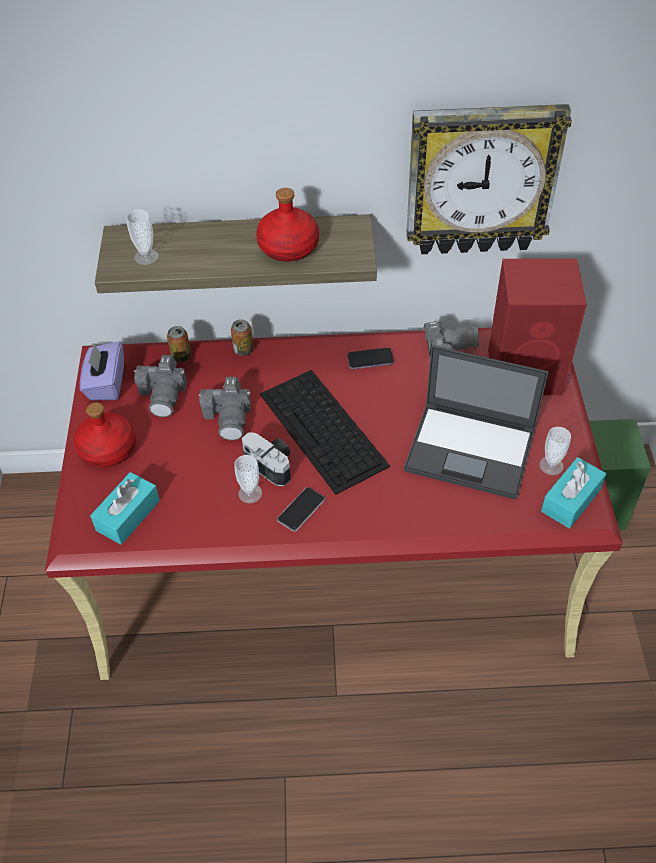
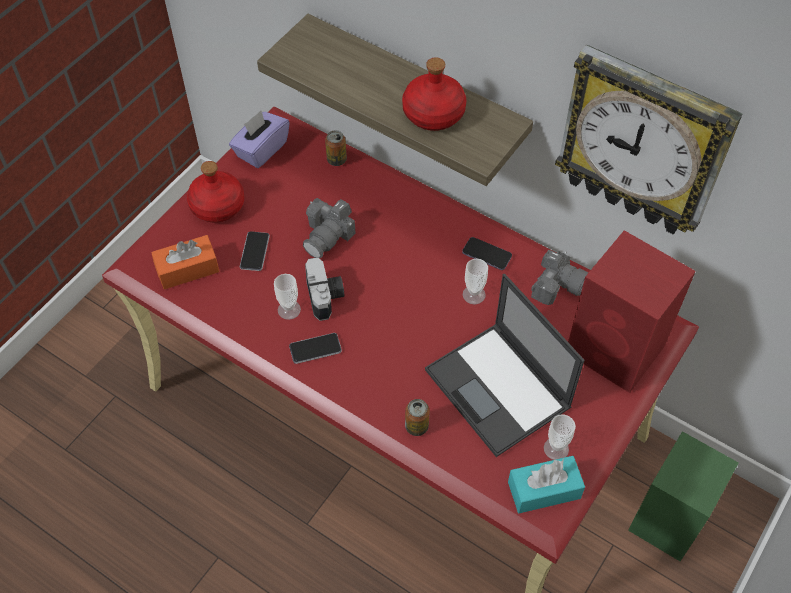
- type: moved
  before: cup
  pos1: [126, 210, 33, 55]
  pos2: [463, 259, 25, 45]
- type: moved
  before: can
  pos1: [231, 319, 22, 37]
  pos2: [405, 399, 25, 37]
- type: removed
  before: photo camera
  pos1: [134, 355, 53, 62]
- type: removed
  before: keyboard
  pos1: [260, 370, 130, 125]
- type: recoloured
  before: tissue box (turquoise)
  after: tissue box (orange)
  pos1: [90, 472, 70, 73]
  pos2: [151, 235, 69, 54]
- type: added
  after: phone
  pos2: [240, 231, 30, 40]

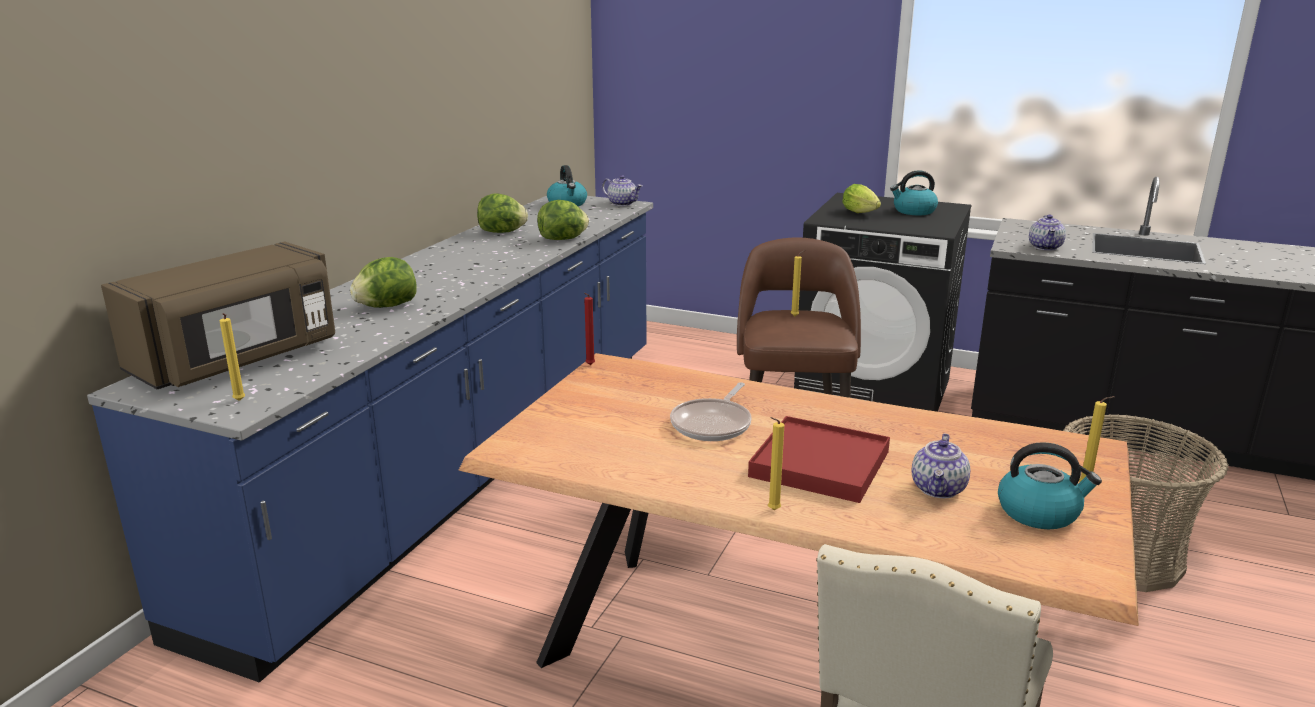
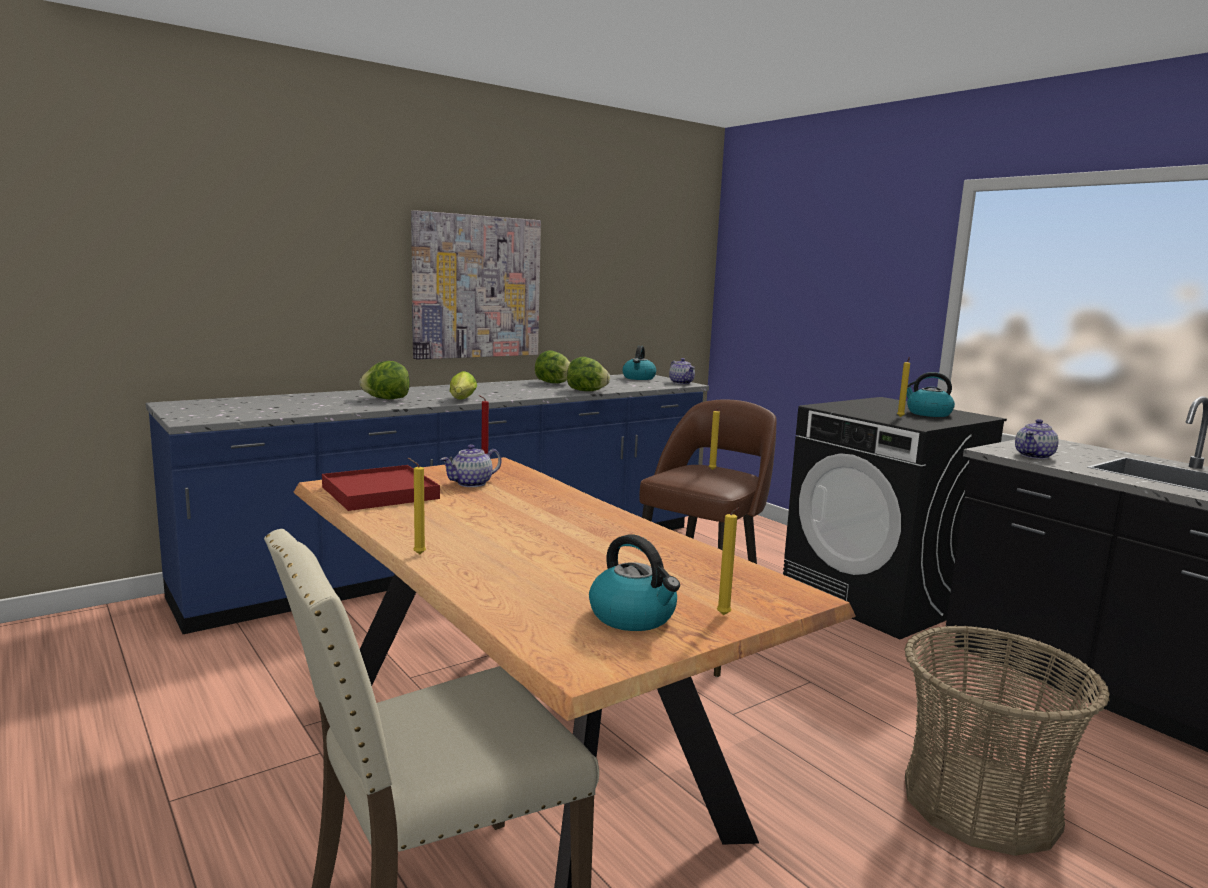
- type: moved
  before: lettuce
  pos1: [842, 184, 39, 29]
  pos2: [450, 371, 27, 28]
- type: removed
  before: microwave (brown)
  pos1: [101, 242, 234, 147]
- type: moved
  before: candle (yellow)
  pos1: [220, 313, 25, 88]
  pos2: [897, 357, 13, 60]
- type: removed
  before: frying pan
  pos1: [670, 382, 82, 59]
- type: moved
  before: tray (red)
  pos1: [748, 416, 142, 87]
  pos2: [322, 465, 118, 46]
- type: moved
  before: teapot
  pos1: [912, 434, 58, 64]
  pos2: [441, 444, 61, 43]
- type: added
  after: picture
  pos2: [411, 210, 130, 149]

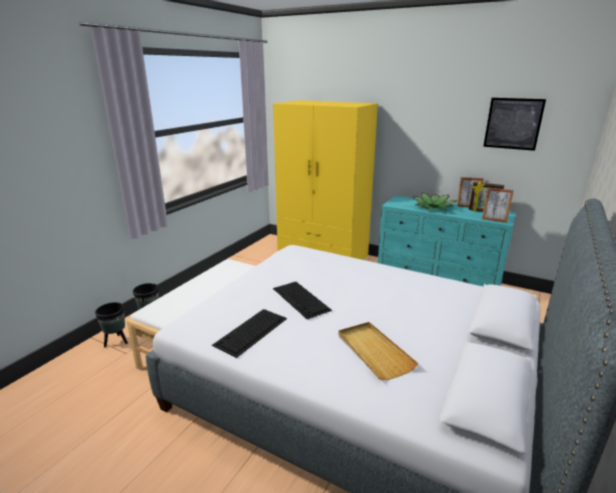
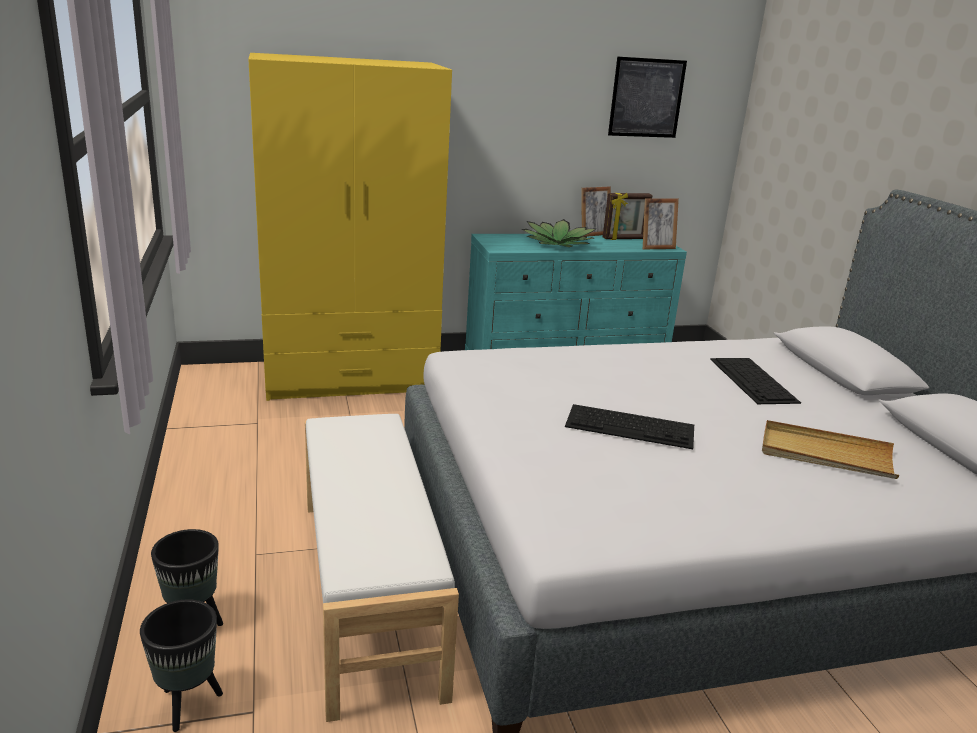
- type: moved
  before: keyboard
  pos1: [212, 309, 75, 49]
  pos2: [710, 358, 91, 46]

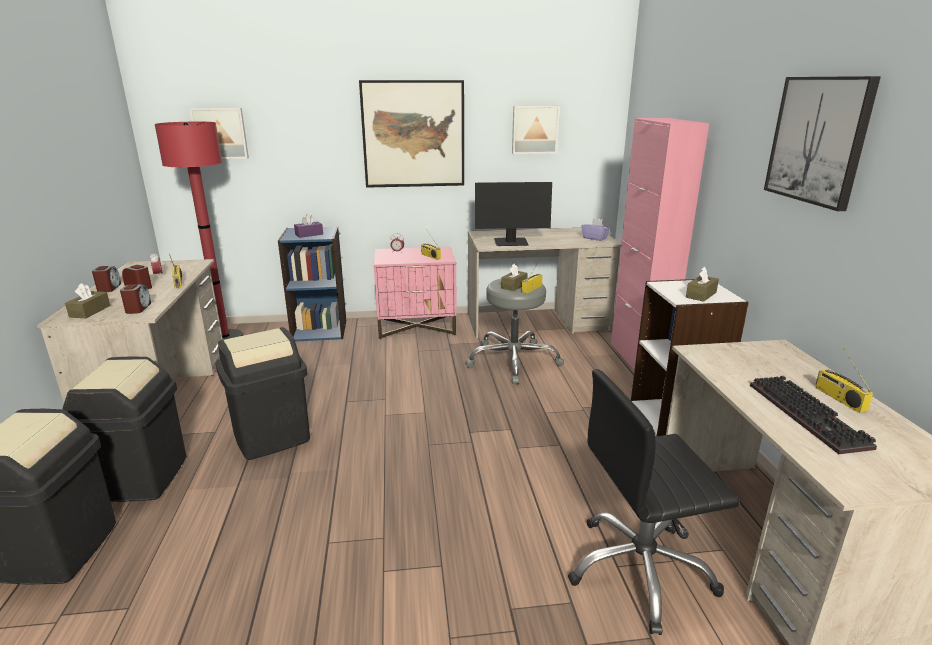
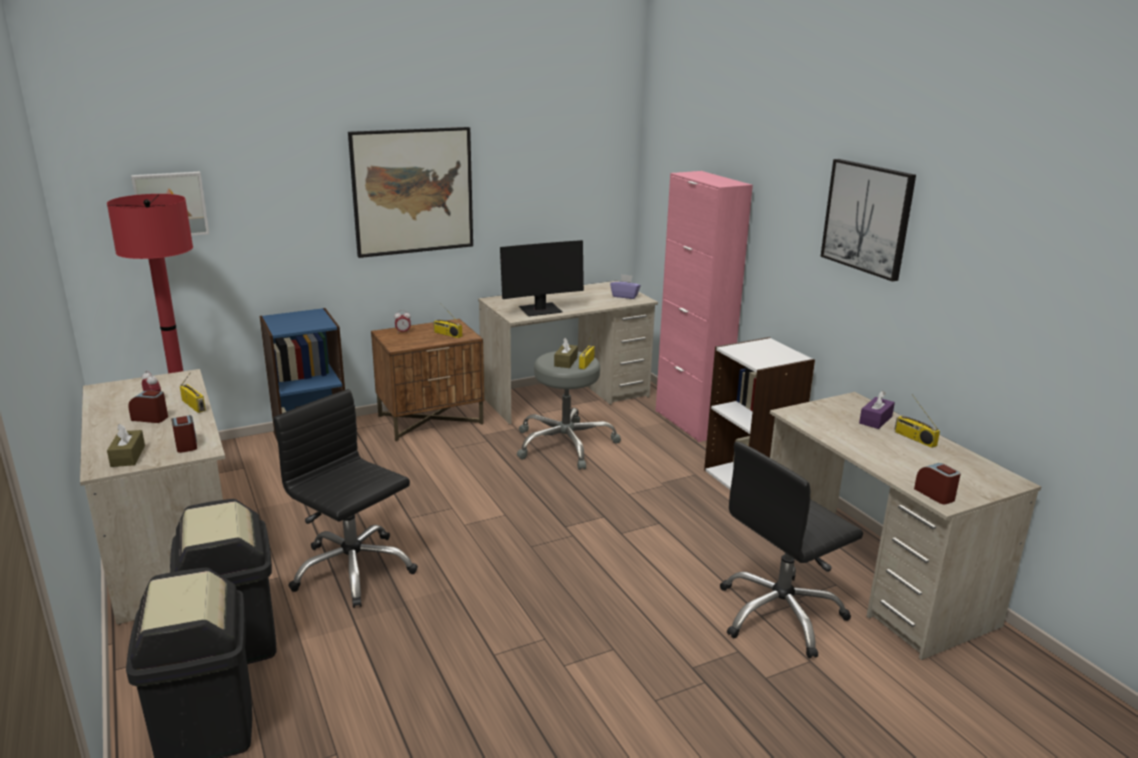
- type: removed
  before: picture
  pos1: [512, 106, 48, 48]
- type: moved
  before: tissue box (purple)
  pos1: [294, 214, 29, 24]
  pos2: [859, 391, 36, 38]
- type: recoloured
  before: nightstand (pink)
  after: nightstand (brown)
  pos1: [374, 247, 83, 93]
  pos2: [371, 319, 113, 122]
- type: moved
  before: alarm clock
  pos1: [92, 266, 29, 26]
  pos2: [914, 463, 47, 41]
- type: removed
  before: tissue box (brown)
  pos1: [686, 266, 33, 36]
- type: replaced
  before: trash can (black)
  after: office chair (black)
  pos1: [215, 327, 95, 133]
  pos2: [273, 389, 145, 219]
- type: removed
  before: keyboard
  pos1: [750, 376, 127, 78]

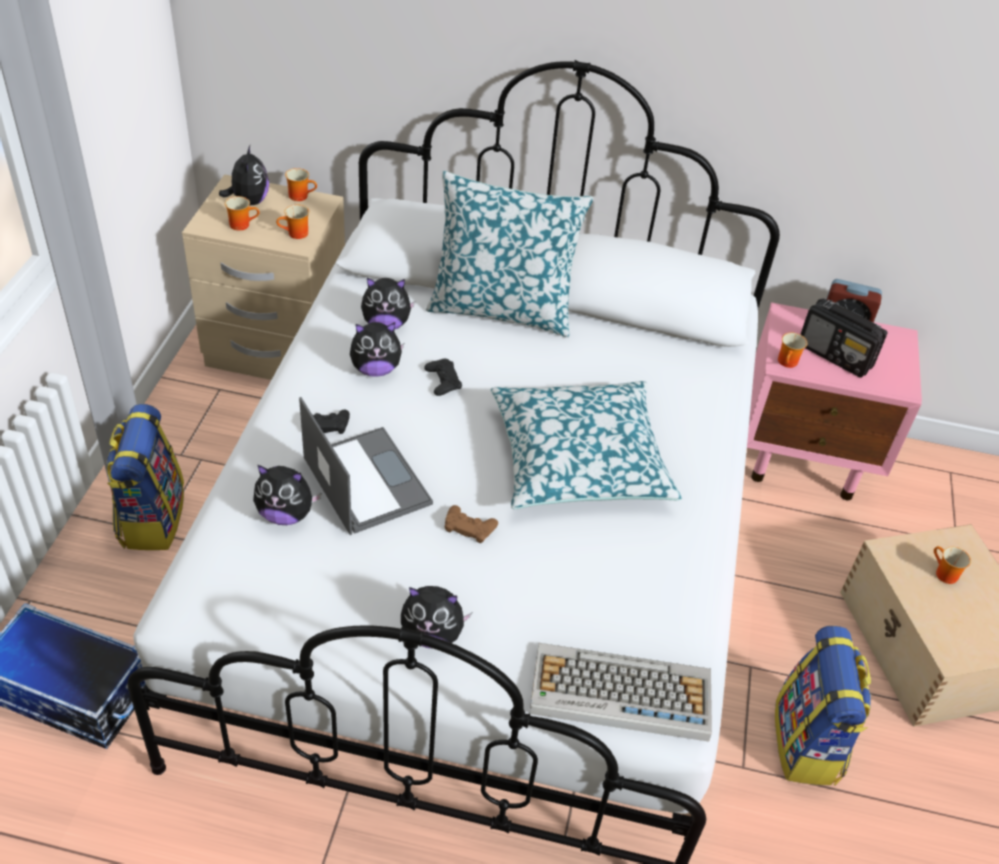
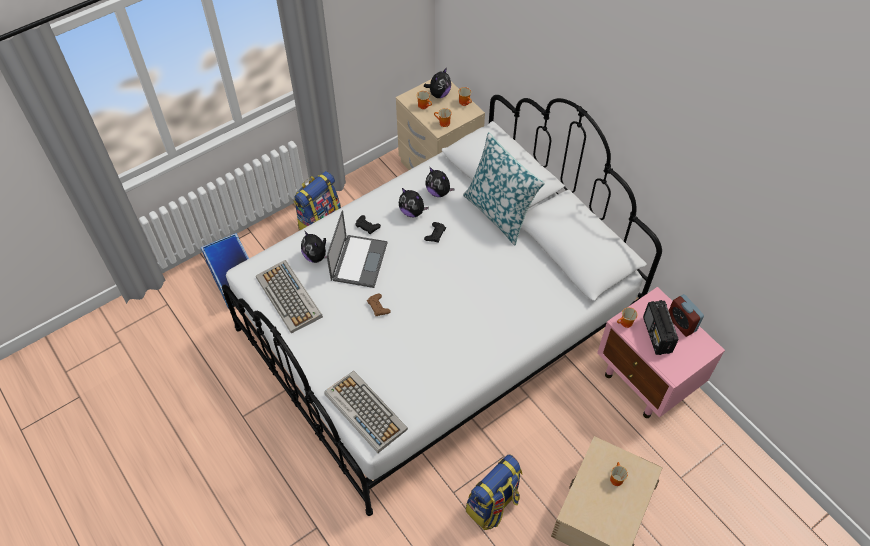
- type: removed
  before: pillow
  pos1: [491, 381, 191, 128]
- type: removed
  before: plush toy
  pos1: [401, 586, 71, 62]
- type: added
  after: keyboard
  pos2: [256, 260, 67, 73]

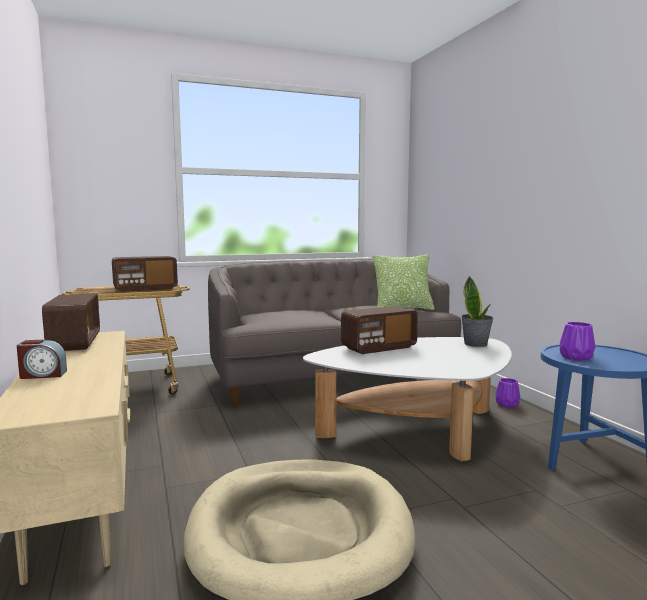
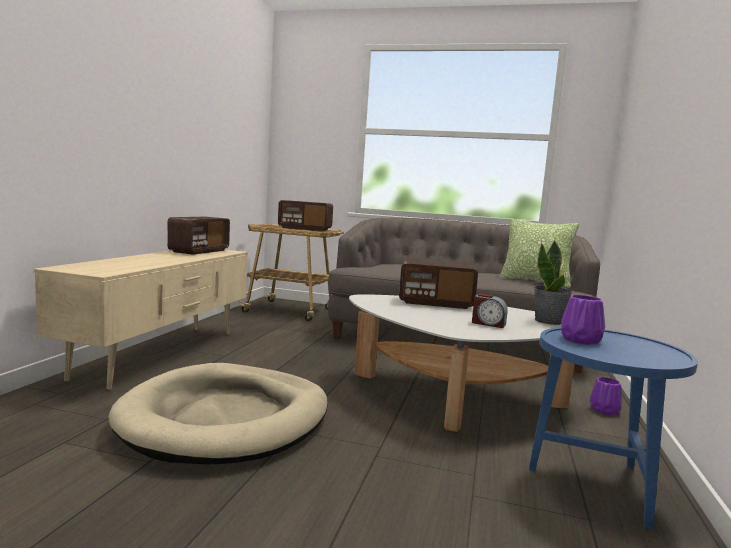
- type: moved
  before: alarm clock
  pos1: [17, 340, 50, 39]
  pos2: [472, 293, 36, 35]

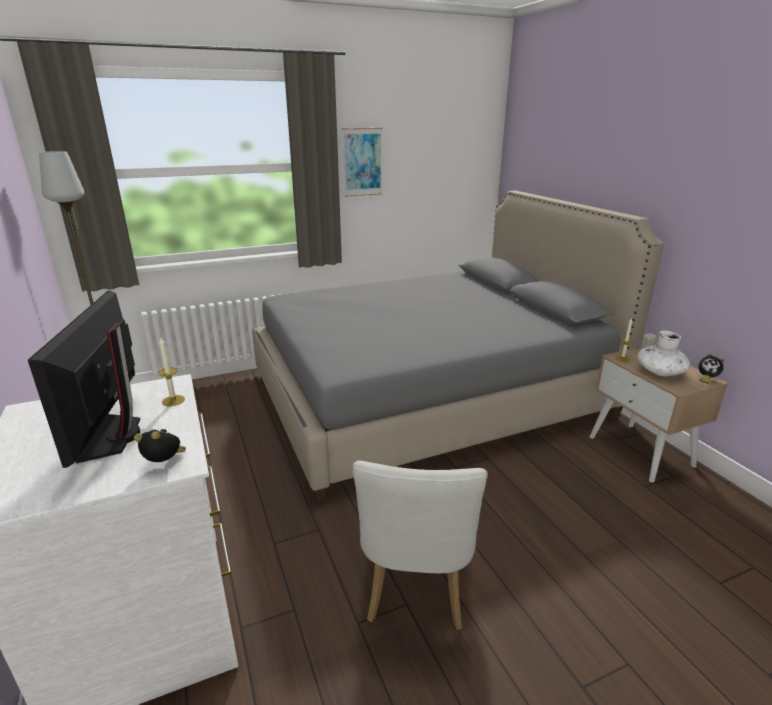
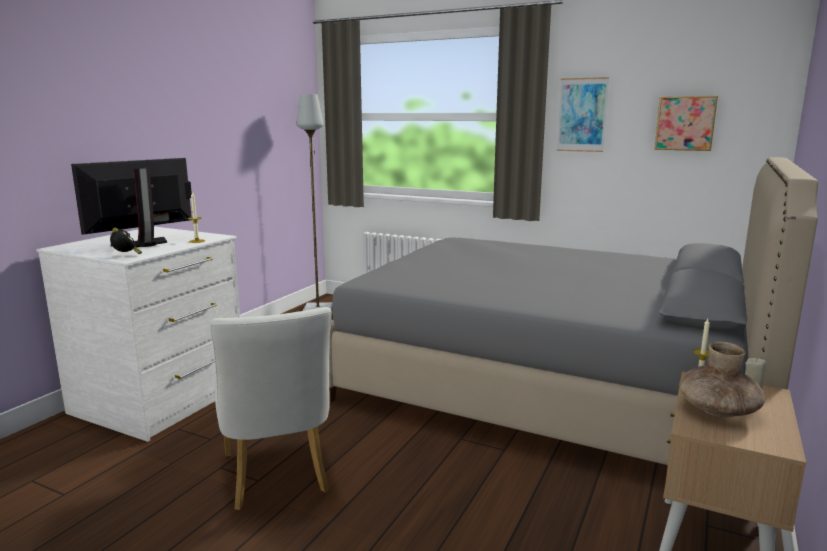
- type: recoloured
  before: vase (white)
  after: vase (brown)
  pos1: [638, 331, 52, 45]
  pos2: [679, 341, 86, 77]
- type: removed
  before: alarm clock
  pos1: [698, 353, 26, 31]
- type: turned
  before: chair (white)
  pos1: [353, 461, 135, 169]
  pos2: [210, 307, 122, 203]
  turn: -75
- type: added
  after: picture
  pos2: [654, 96, 64, 55]

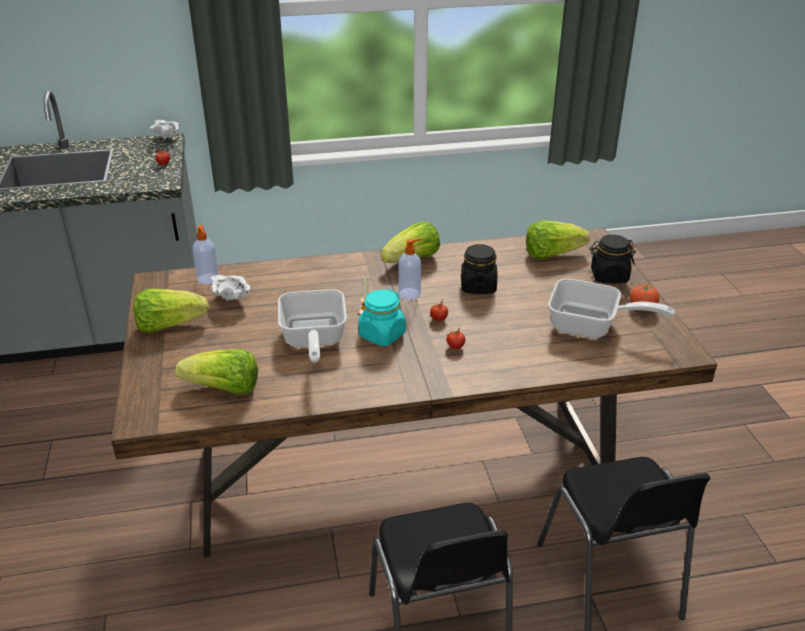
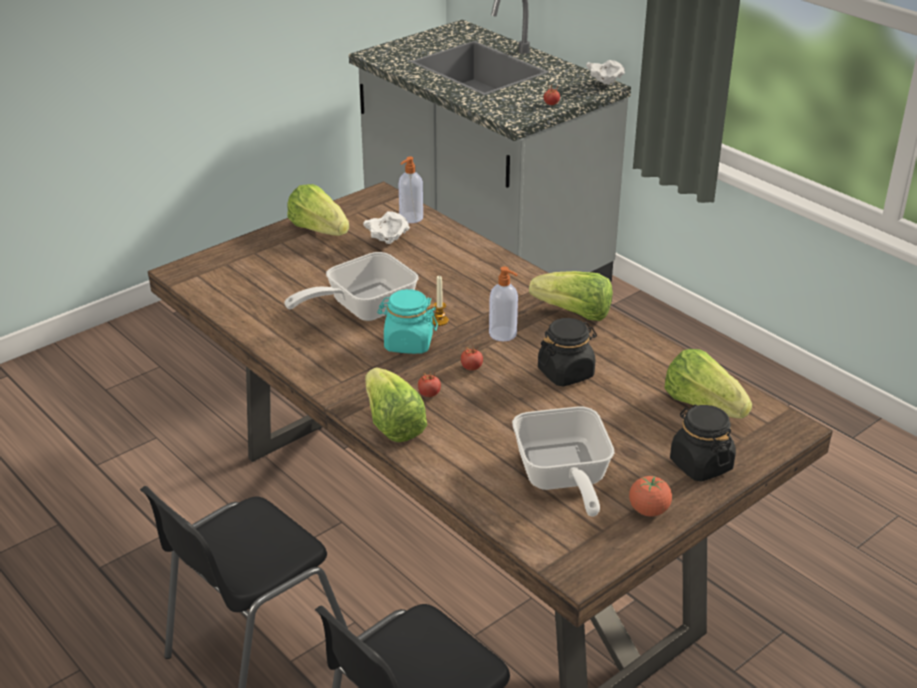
- type: moved
  before: lettuce
  pos1: [175, 349, 83, 46]
  pos2: [365, 368, 62, 75]

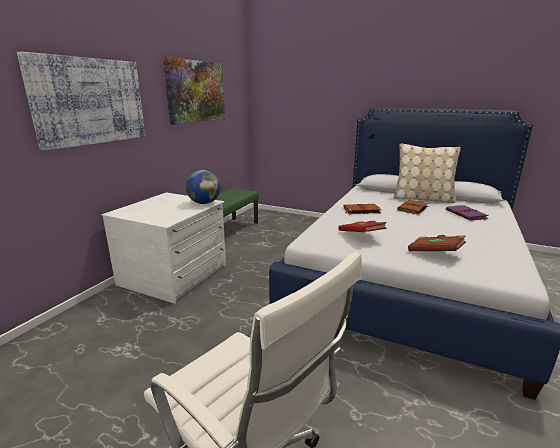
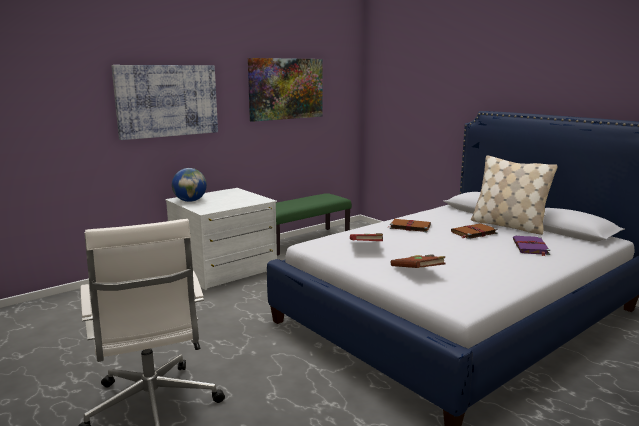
- type: moved
  before: globe
  pos1: [186, 170, 34, 34]
  pos2: [172, 168, 35, 34]

